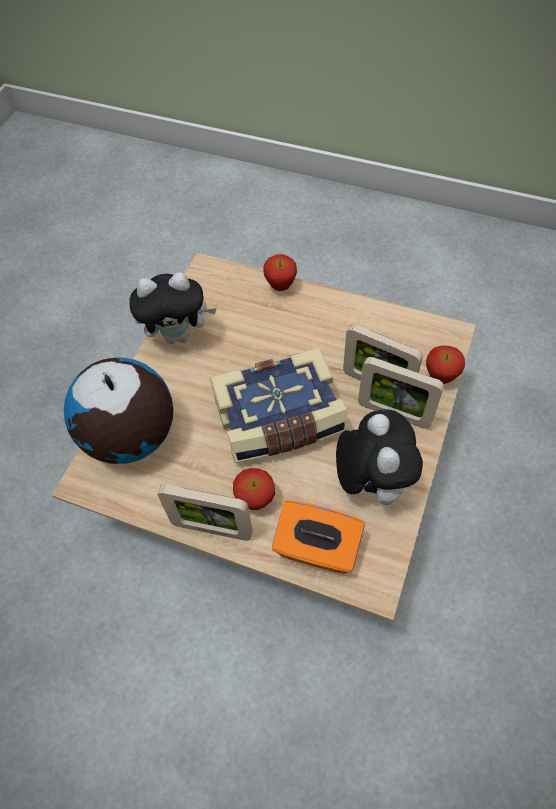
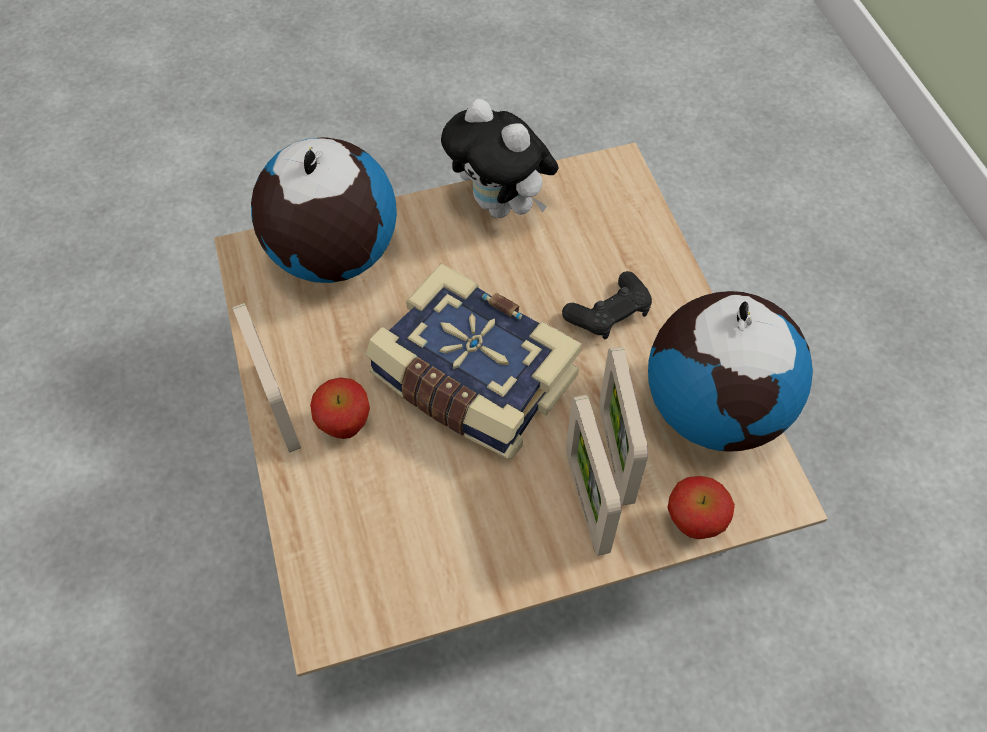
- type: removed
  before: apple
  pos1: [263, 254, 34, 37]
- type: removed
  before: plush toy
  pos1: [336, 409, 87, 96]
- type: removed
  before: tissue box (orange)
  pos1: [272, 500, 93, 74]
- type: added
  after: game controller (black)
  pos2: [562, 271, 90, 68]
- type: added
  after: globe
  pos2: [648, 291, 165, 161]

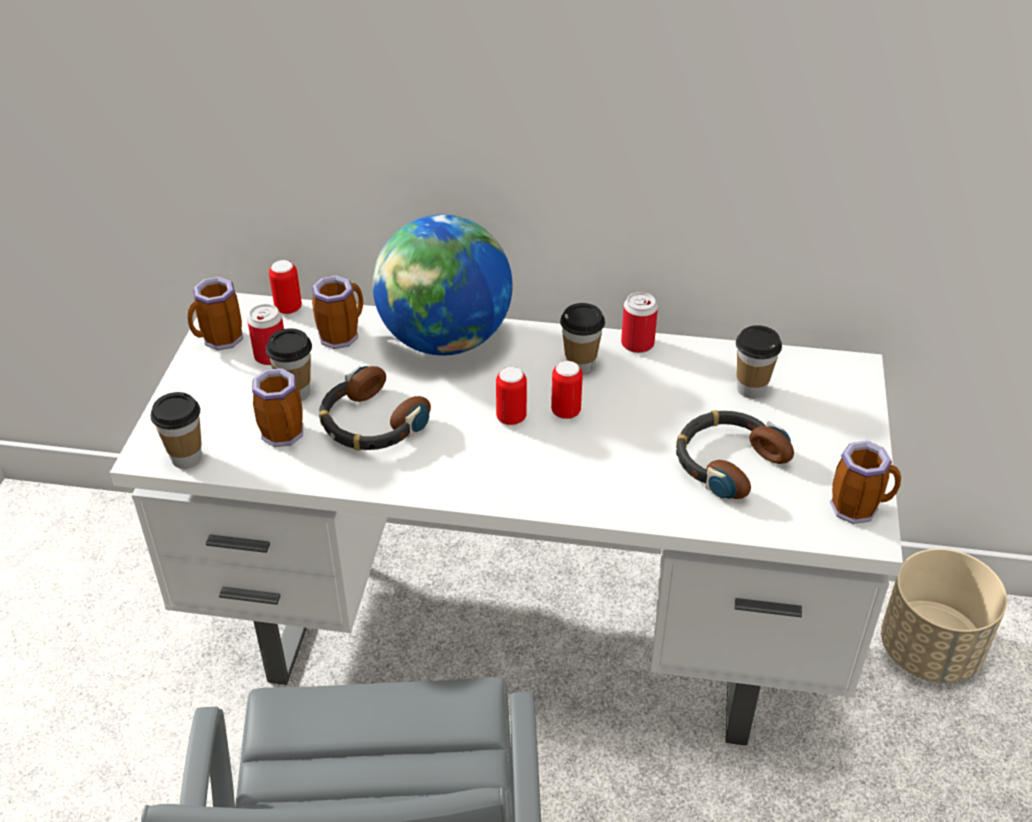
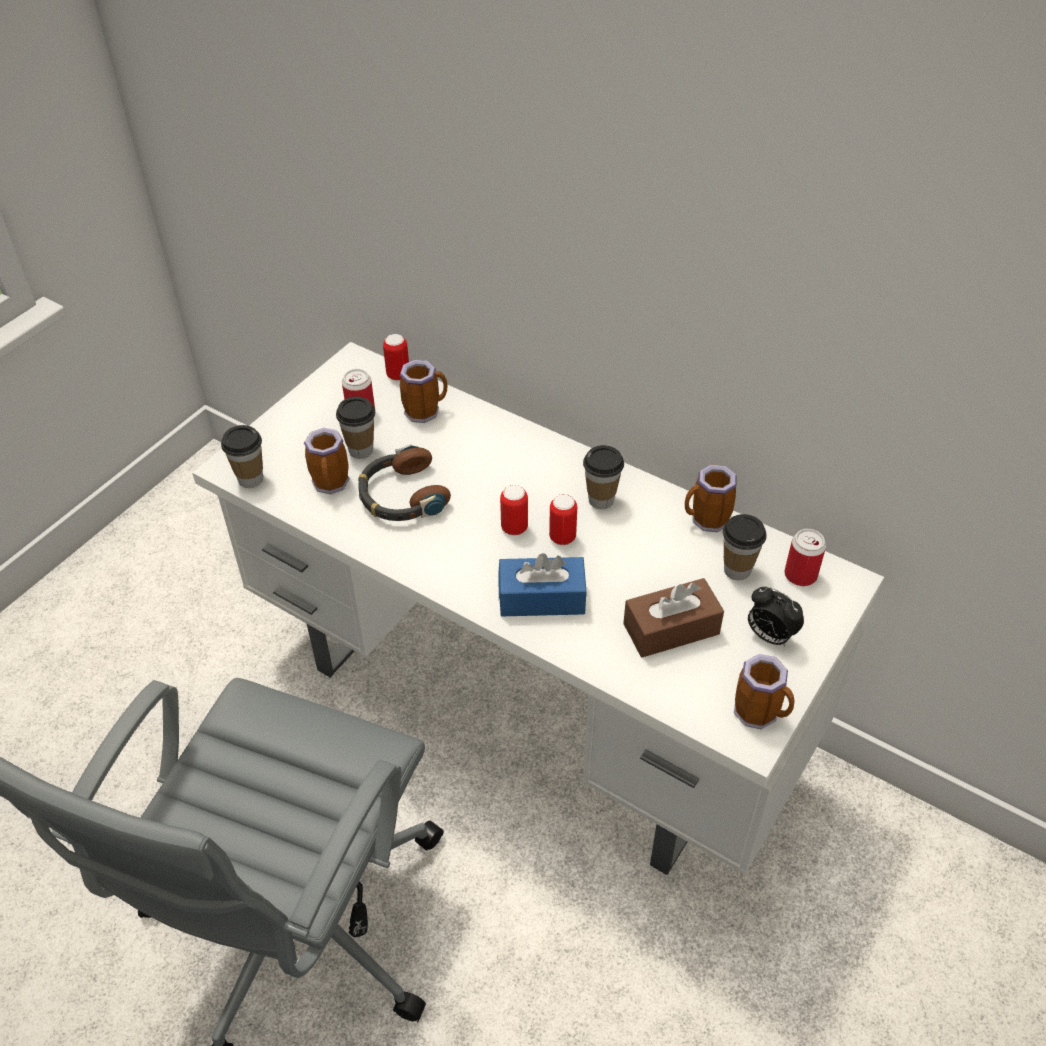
- type: removed
  before: globe
  pos1: [373, 215, 140, 141]
- type: moved
  before: mug
  pos1: [188, 277, 55, 73]
  pos2: [685, 465, 52, 67]
- type: moved
  before: can
  pos1: [621, 292, 37, 61]
  pos2: [784, 529, 42, 57]
- type: replaced
  before: headphones
  after: tissue box (brown)
  pos1: [676, 410, 118, 89]
  pos2: [623, 578, 101, 79]
- type: removed
  before: planter (beige)
  pos1: [881, 549, 126, 134]
- type: added
  after: tissue box (blue)
  pos2: [498, 553, 89, 63]
- type: added
  after: alarm clock
  pos2: [748, 587, 56, 59]

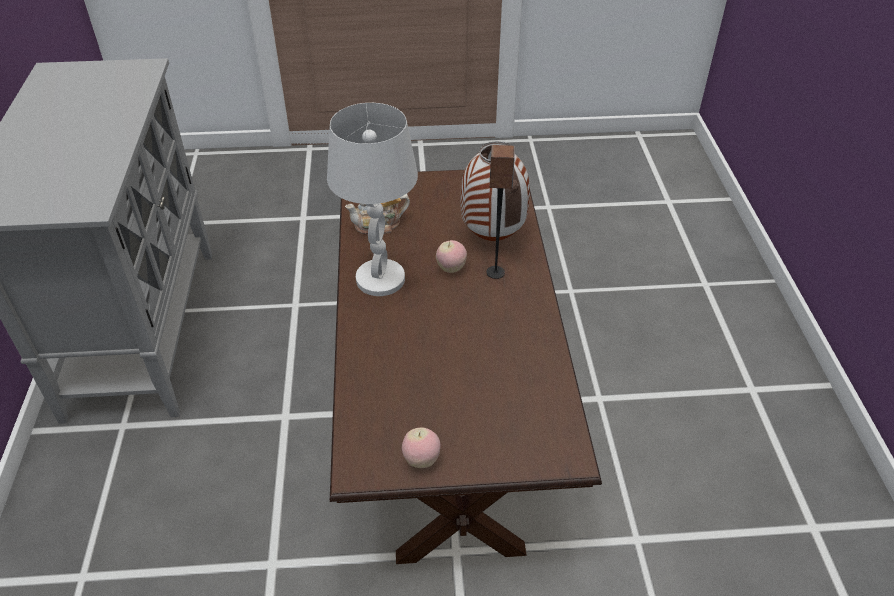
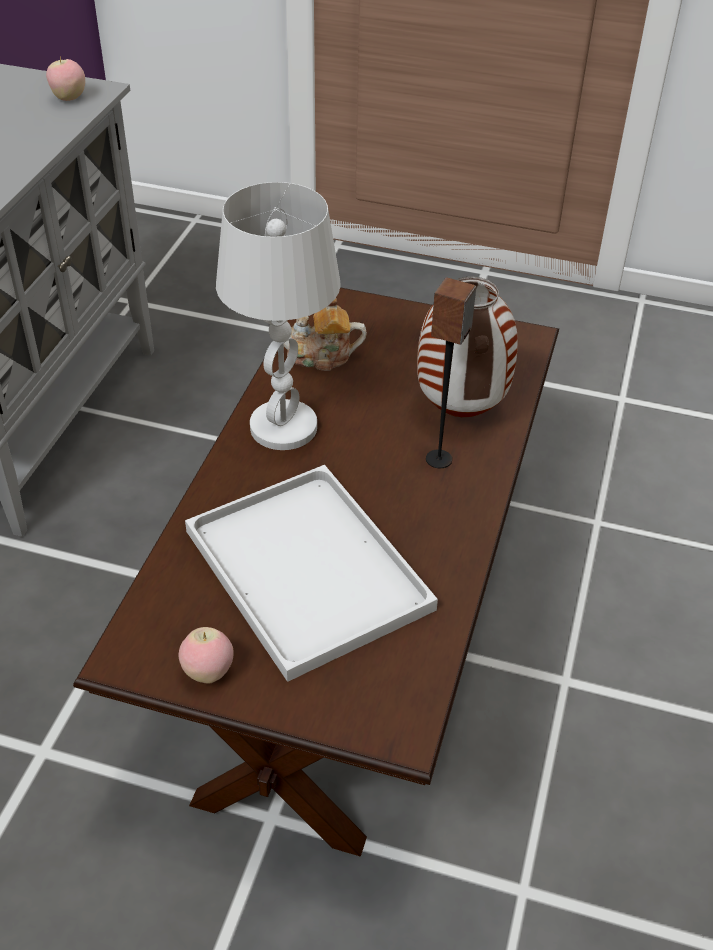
- type: moved
  before: apple
  pos1: [436, 240, 31, 33]
  pos2: [46, 56, 39, 45]
- type: added
  after: tray (white)
  pos2: [185, 465, 253, 217]

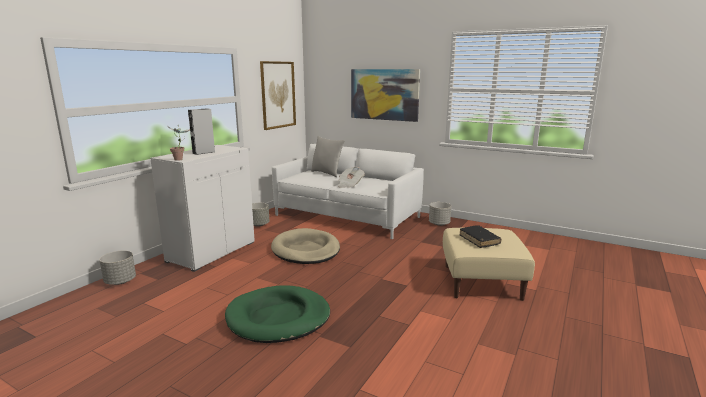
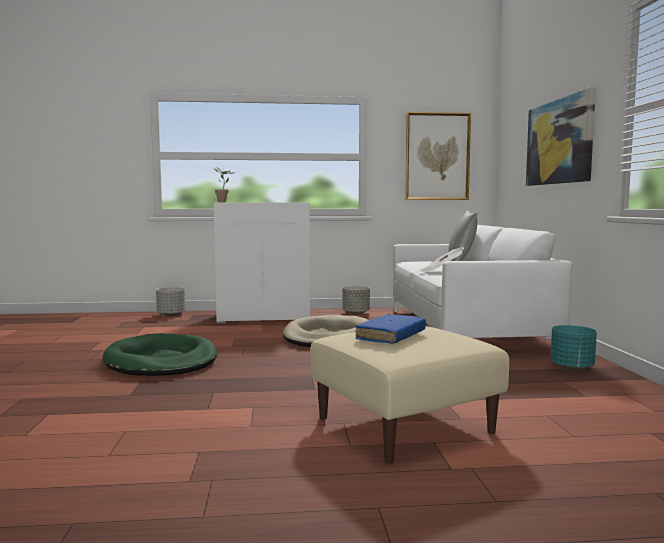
- type: removed
  before: speaker (grey)
  pos1: [188, 108, 27, 47]
- type: recoloured
  before: planter (grey)
  after: planter (turquoise)
  pos1: [429, 202, 22, 24]
  pos2: [551, 325, 46, 45]
- type: recoloured
  before: book (black)
  after: book (blue)
  pos1: [459, 226, 43, 22]
  pos2: [355, 314, 71, 30]

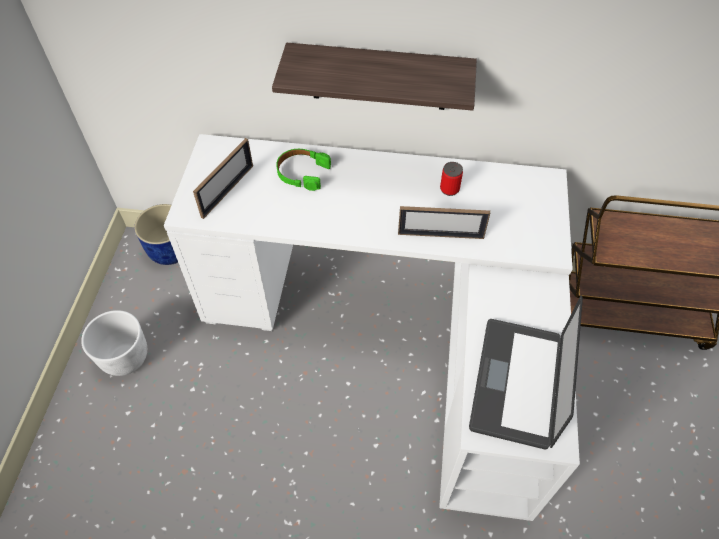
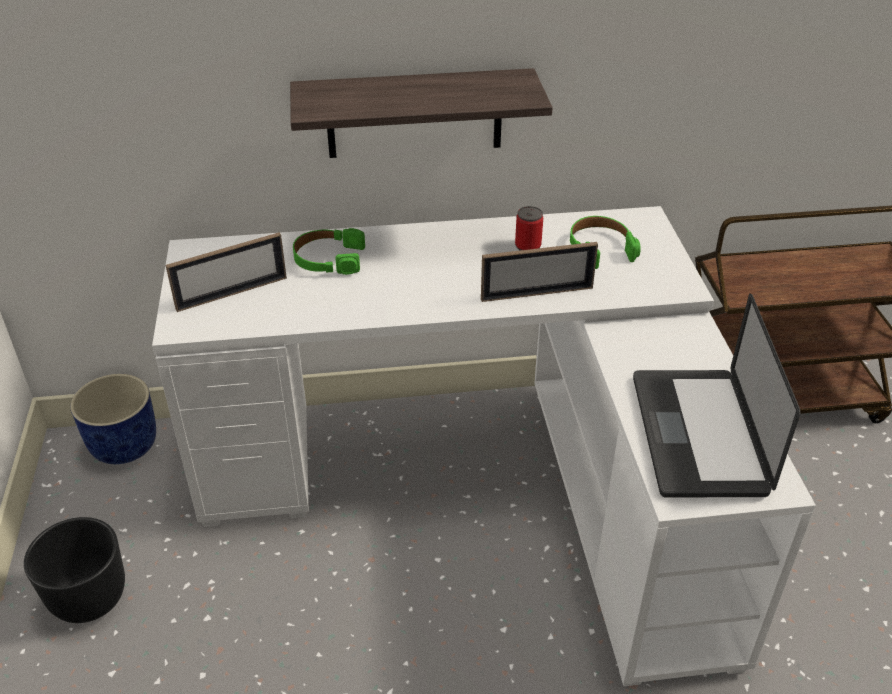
- type: turned
  before: picture frame
  pos1: [193, 138, 60, 81]
  pos2: [166, 232, 121, 80]
  turn: 45
- type: recoloured
  before: planter (white)
  after: planter (black)
  pos1: [81, 310, 66, 66]
  pos2: [24, 517, 101, 106]
- type: added
  after: headphones (green)
  pos2: [570, 216, 71, 53]

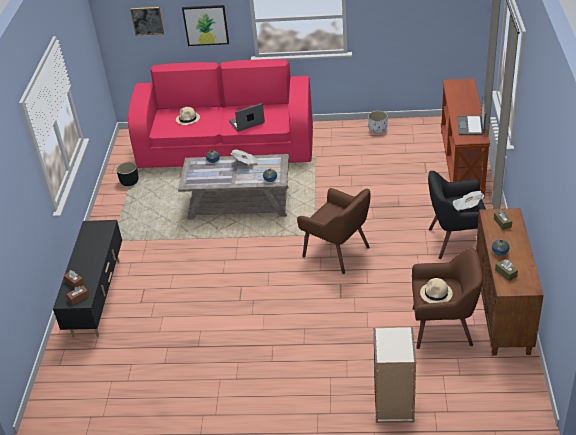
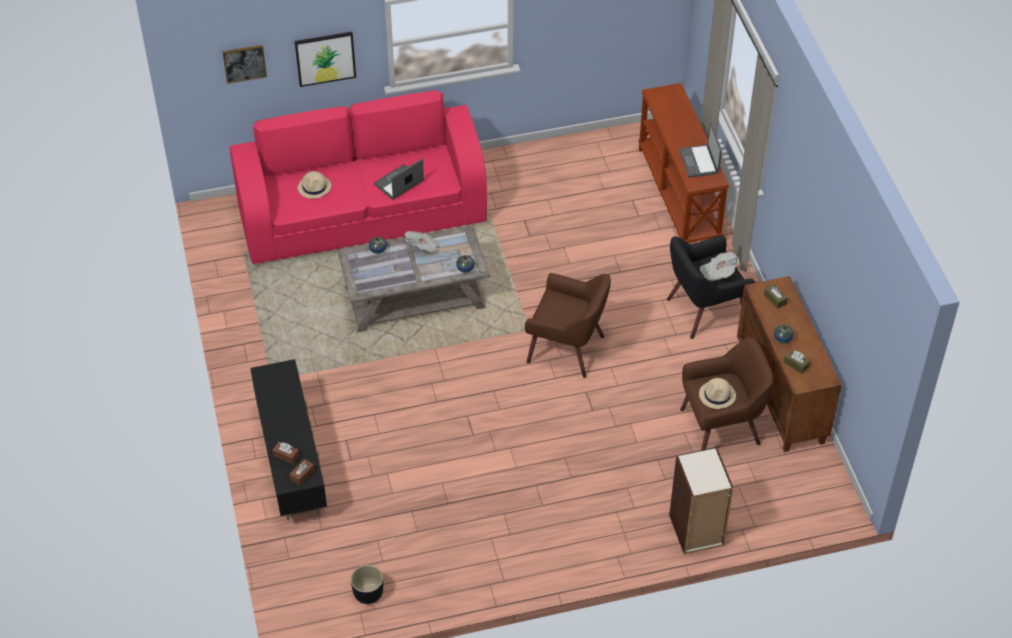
- type: removed
  before: planter (white)
  pos1: [368, 111, 20, 23]
- type: moved
  before: planter (black)
  pos1: [116, 162, 23, 24]
  pos2: [351, 565, 32, 39]

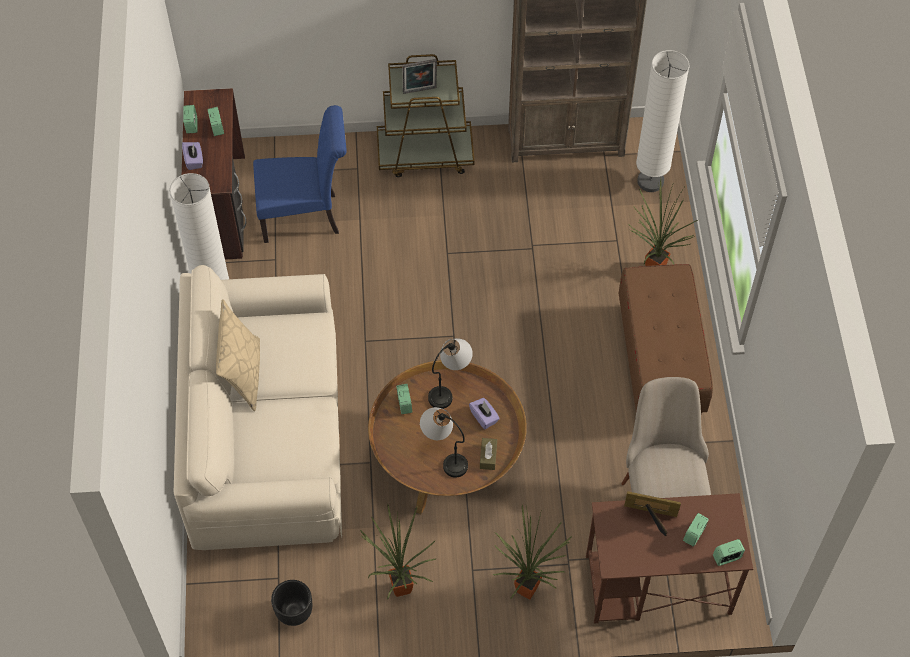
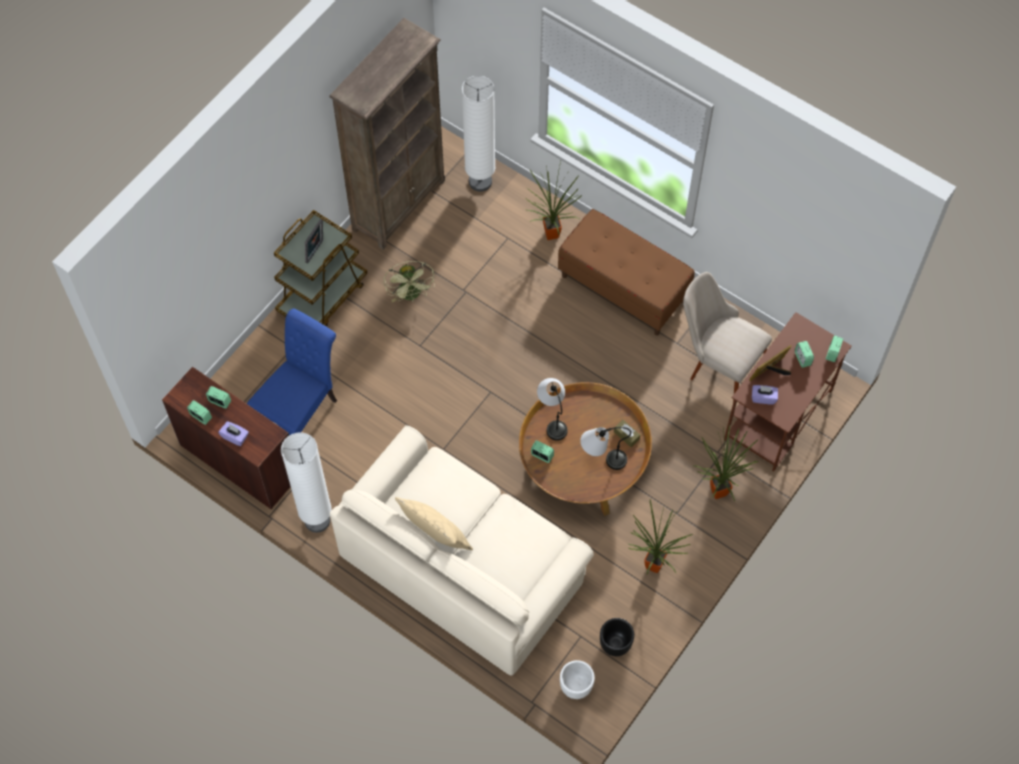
- type: moved
  before: tissue box (purple)
  pos1: [469, 398, 31, 31]
  pos2: [752, 385, 26, 20]
- type: added
  after: fan (green)
  pos2: [384, 261, 51, 41]
- type: added
  after: planter (white)
  pos2: [560, 660, 35, 39]

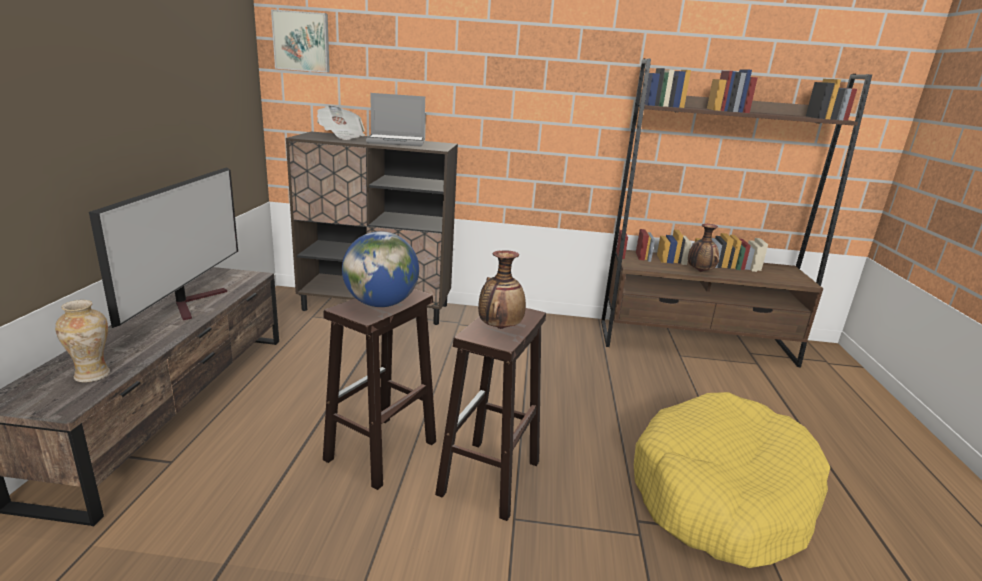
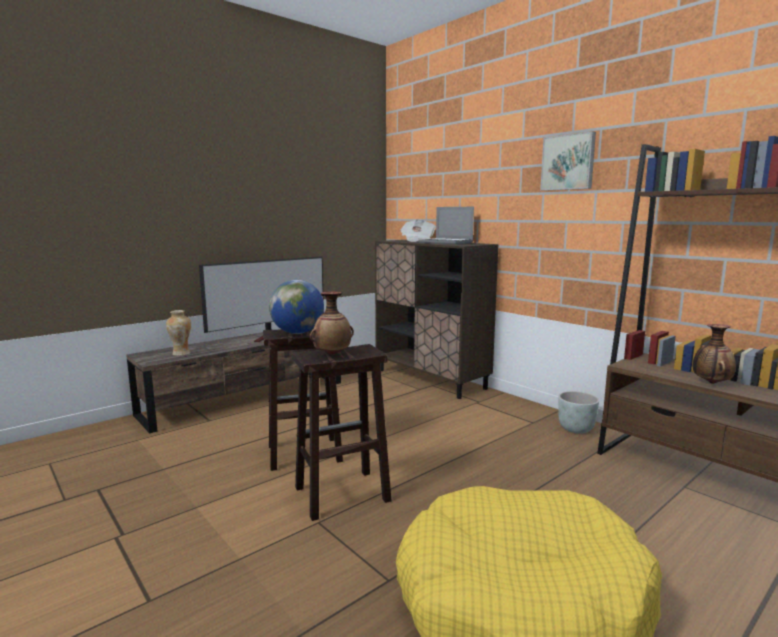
- type: moved
  before: picture
  pos1: [271, 9, 59, 64]
  pos2: [540, 131, 56, 60]
- type: added
  after: planter (grey)
  pos2: [558, 391, 41, 43]

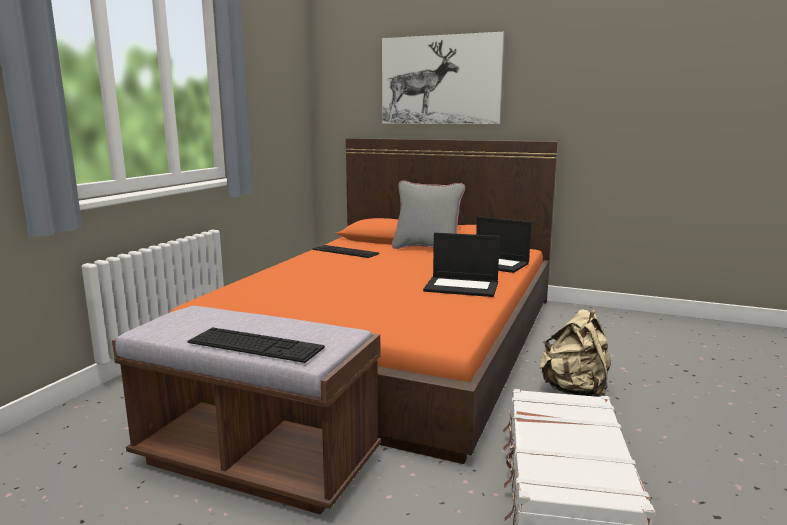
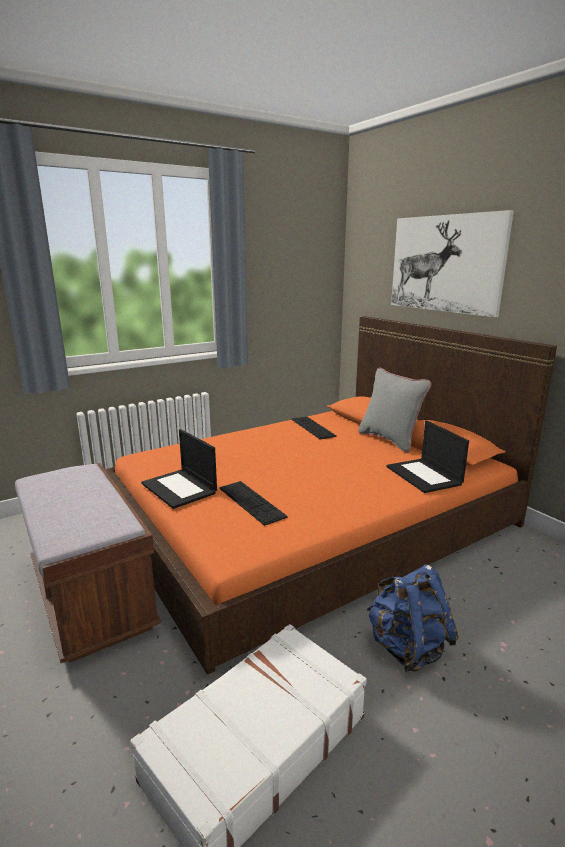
- type: moved
  before: laptop
  pos1: [423, 233, 77, 64]
  pos2: [141, 429, 76, 80]
- type: recoloured
  before: backpack (beige)
  after: backpack (blue)
  pos1: [539, 309, 72, 88]
  pos2: [367, 565, 92, 107]
- type: moved
  before: keyboard
  pos1: [188, 327, 137, 36]
  pos2: [219, 481, 68, 45]

